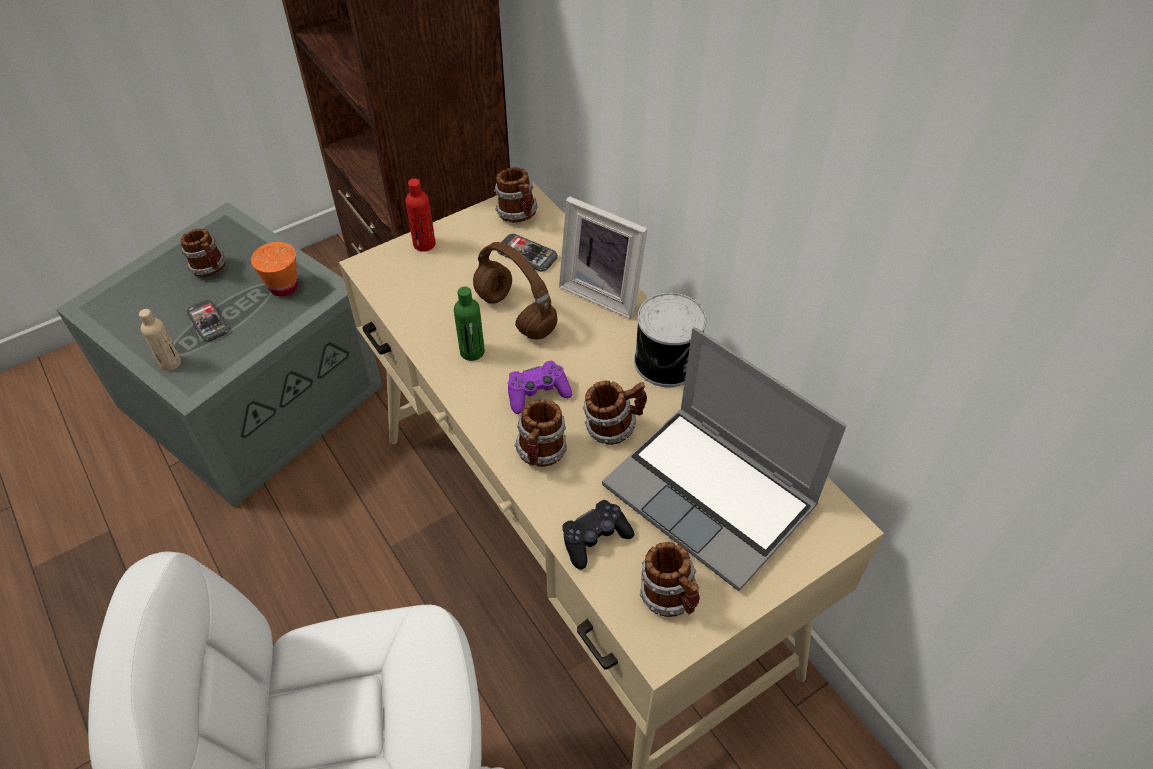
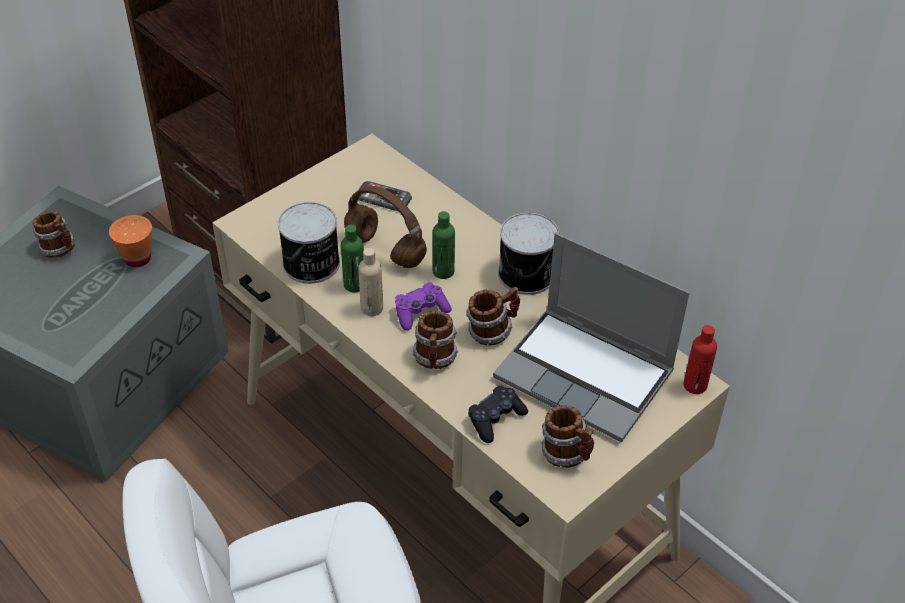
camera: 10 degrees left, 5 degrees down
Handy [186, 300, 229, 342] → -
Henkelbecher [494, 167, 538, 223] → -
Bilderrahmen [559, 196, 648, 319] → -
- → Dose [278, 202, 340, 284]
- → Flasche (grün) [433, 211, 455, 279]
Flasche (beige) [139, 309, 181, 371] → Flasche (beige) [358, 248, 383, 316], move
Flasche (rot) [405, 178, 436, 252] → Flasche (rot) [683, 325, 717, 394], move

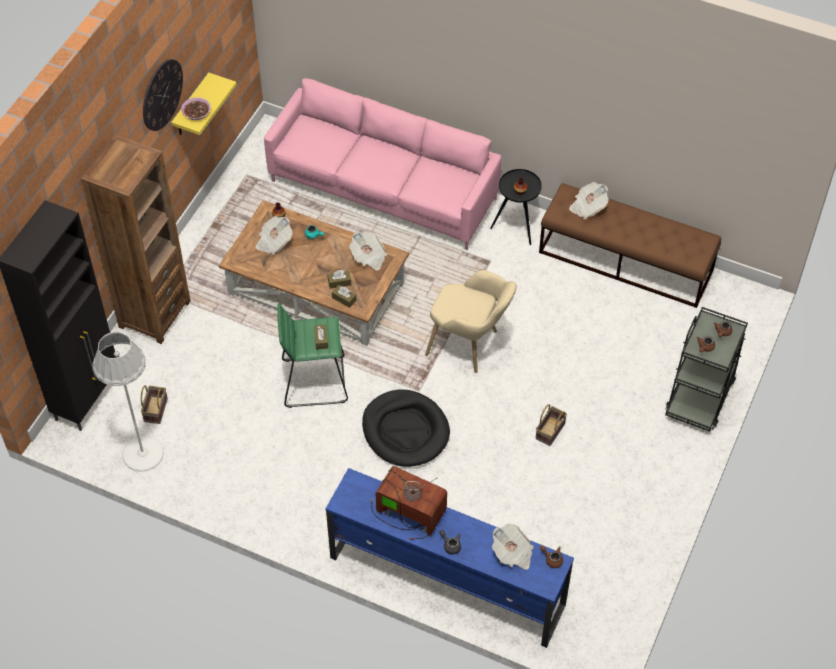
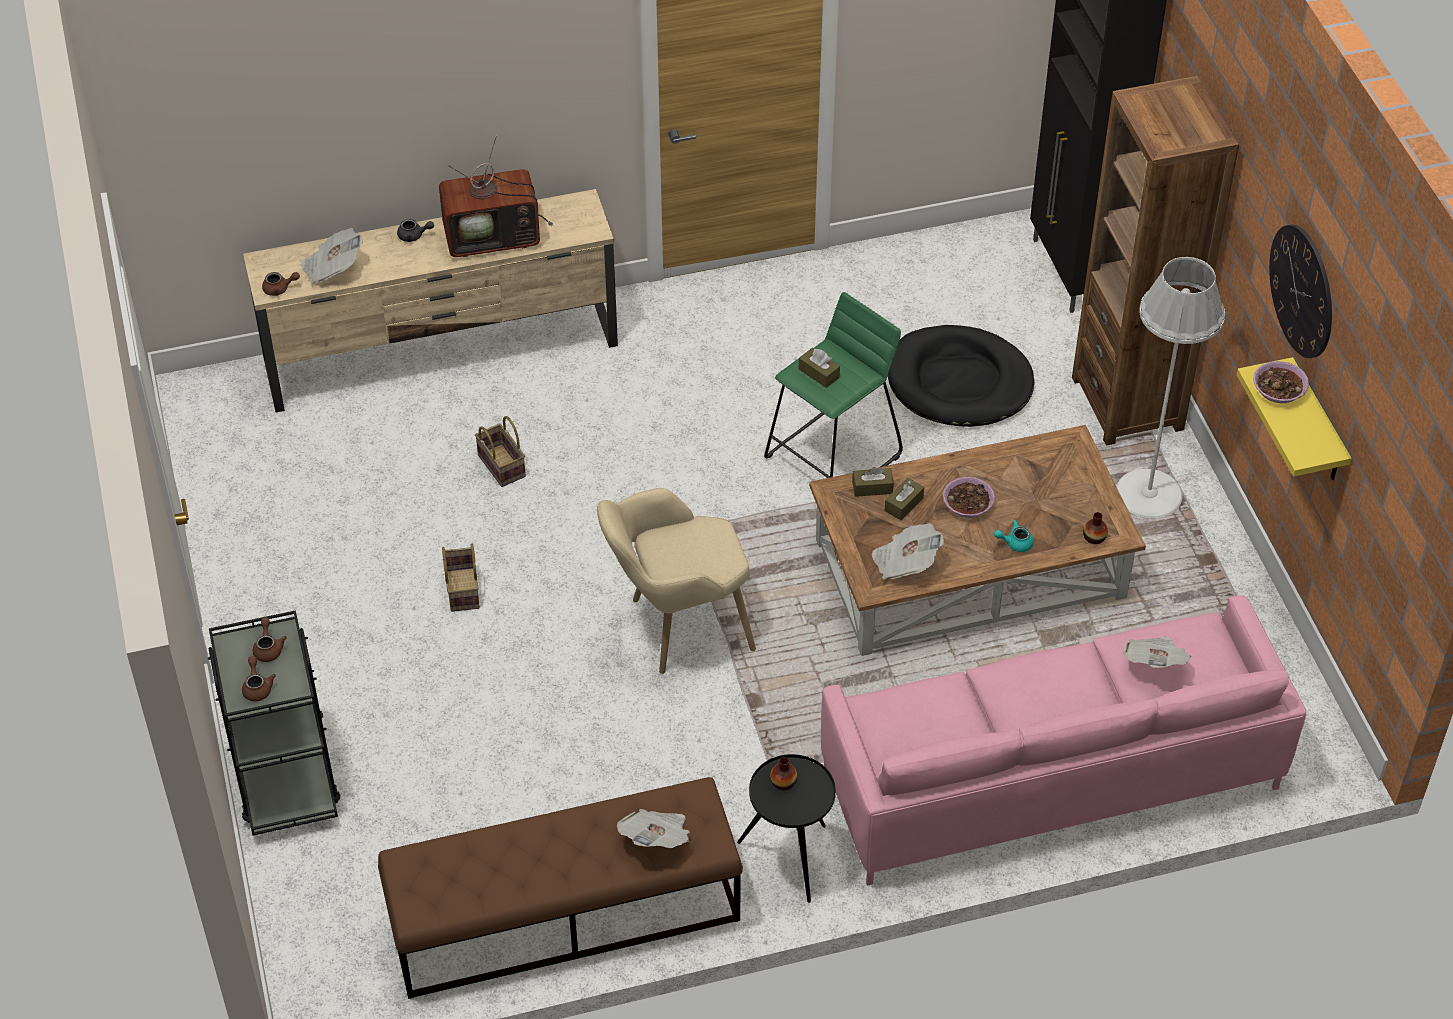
camera: 140 degrees right, 5 degrees down
- → Schüssel [943, 477, 995, 518]
Stehlampe (weiß) [93, 332, 164, 471] → Stehlampe (weiß) [1116, 257, 1225, 519], move
Korb [141, 385, 168, 424] → Korb [475, 416, 526, 487], move
Zeitung [256, 216, 293, 255] → Zeitung [1123, 636, 1192, 668], move
Hundebett (schwarz) [362, 389, 450, 467] → Hundebett (schwarz) [888, 325, 1034, 427], move
Fernsehschrank (blau) [326, 468, 574, 648] → Fernsehschrank (beige) [243, 189, 618, 412]

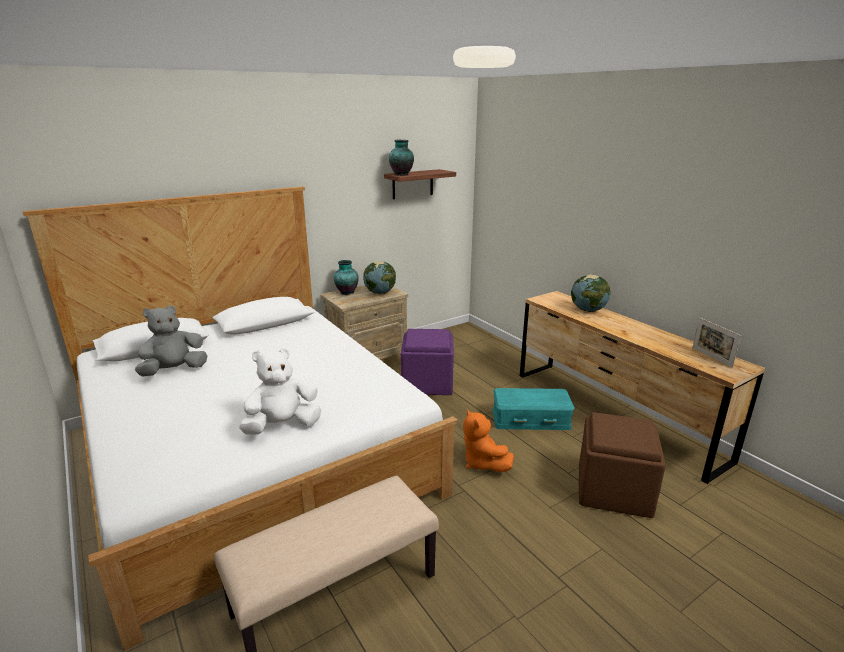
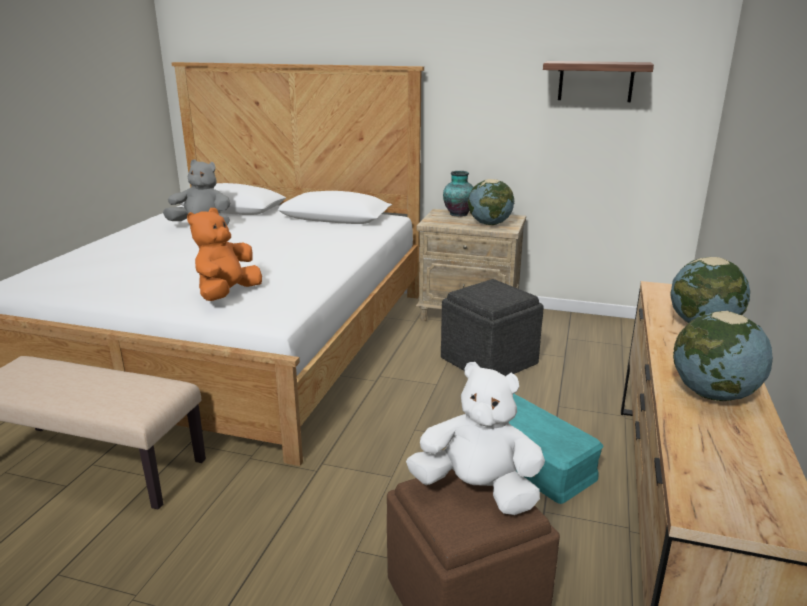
camera: 50 degrees right, 0 degrees up
Vase [389, 140, 414, 176] → -
Bilderrahmen [692, 318, 741, 368] → -
- → Globus [673, 311, 773, 402]
Plüschtier (weiß) [239, 348, 321, 435] → Plüschtier (weiß) [406, 362, 545, 515], move
Plüschtier (orange) [463, 409, 514, 472] → Plüschtier (orange) [187, 208, 262, 301], move
Polsterhocker (lila) [401, 329, 454, 395] → Polsterhocker (grau) [441, 279, 544, 376]

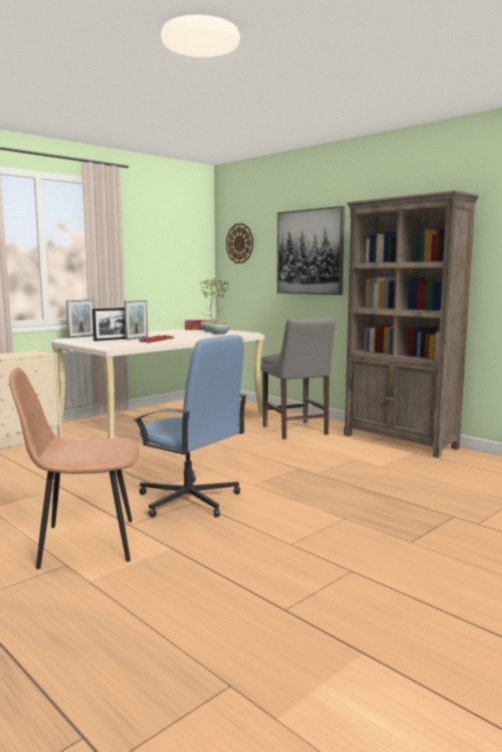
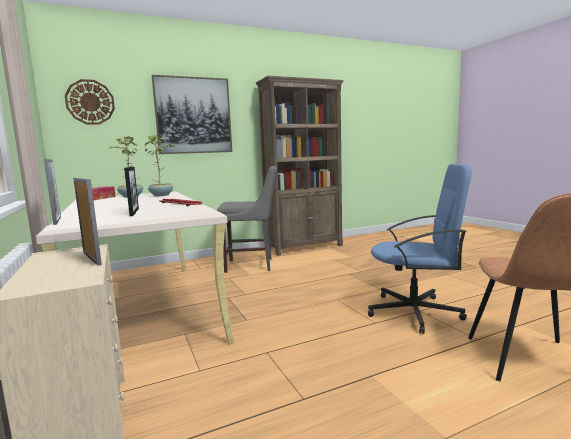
camera: 70 degrees left, 0 degrees up
Bilderrahmen [124, 300, 148, 340] → Bilderrahmen [73, 177, 102, 266], move
Bürostuhl (blau) [133, 335, 247, 518] → Bürostuhl (blau) [368, 163, 472, 334], 45 degrees clockwise

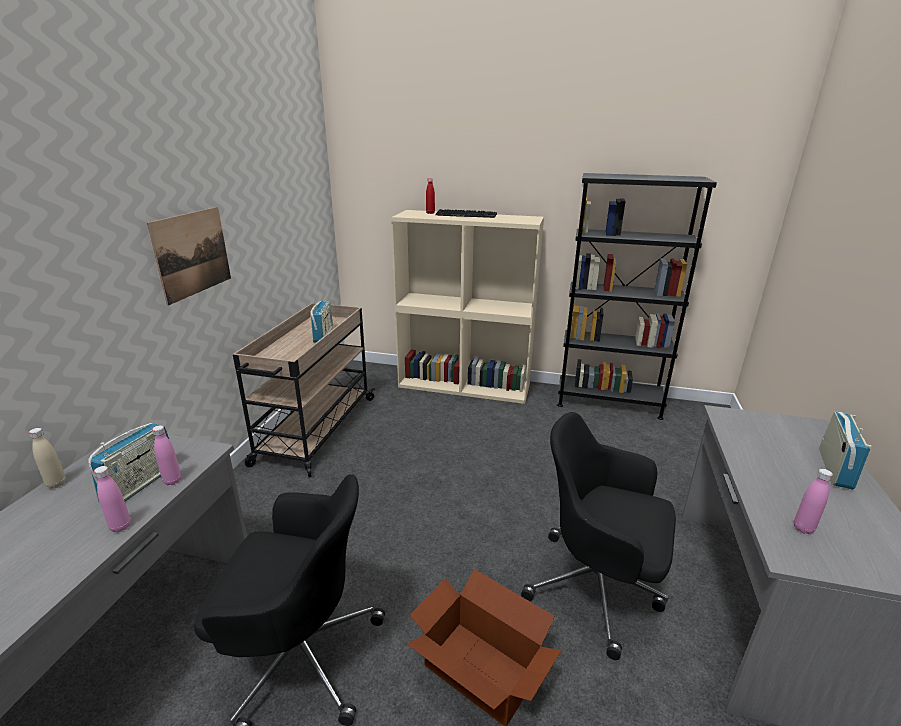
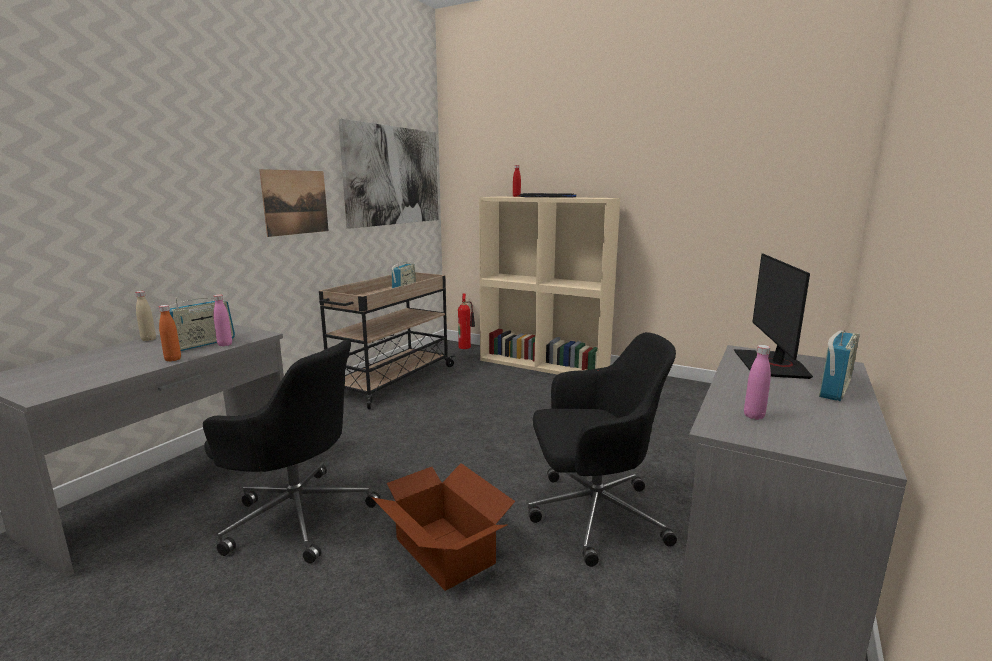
camera: 15 degrees right, 10 degrees down
Bücherregal (schwarz) [557, 173, 717, 420] → -
- → Bild [338, 119, 439, 229]
- → Feuerlöscher [458, 293, 475, 349]
- → Monitor [734, 253, 813, 379]
Flasche (rosa) [94, 466, 131, 532] → Flasche (orange) [159, 305, 181, 362]
Bürostuhl (schwarz) [521, 412, 676, 660] → Bürostuhl (schwarz) [528, 332, 677, 567], 135 degrees clockwise

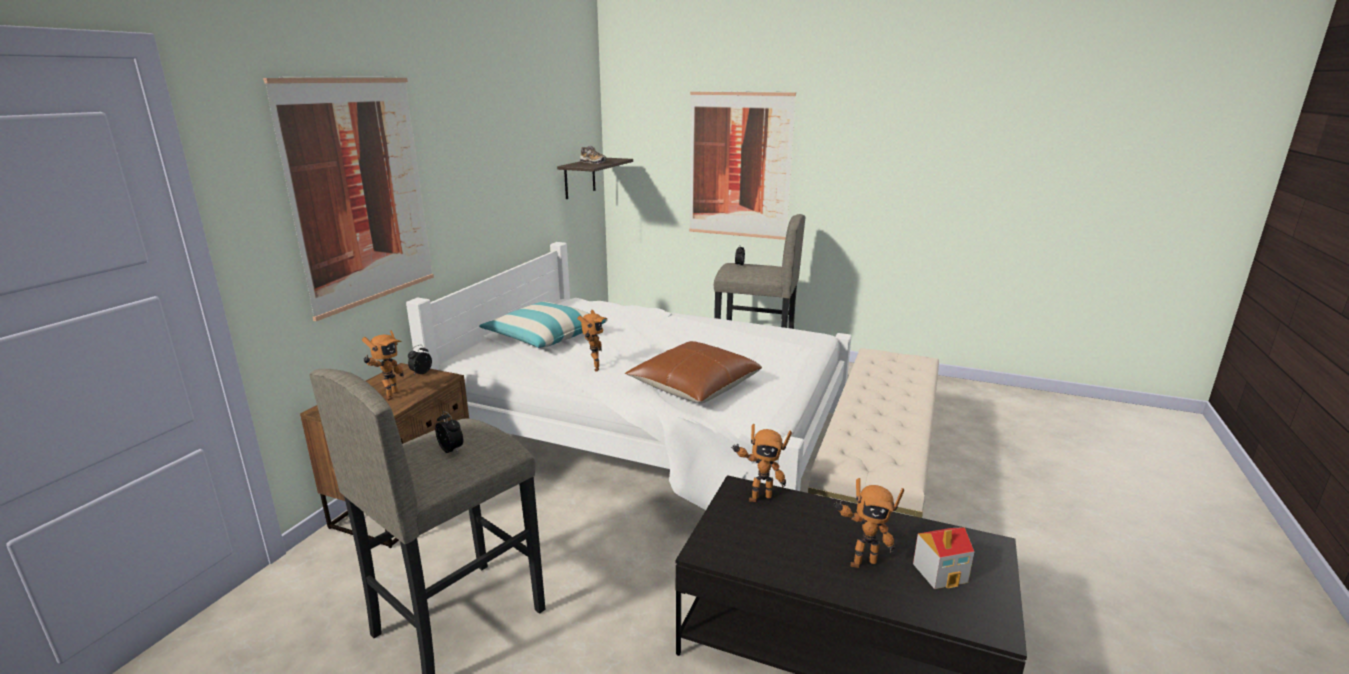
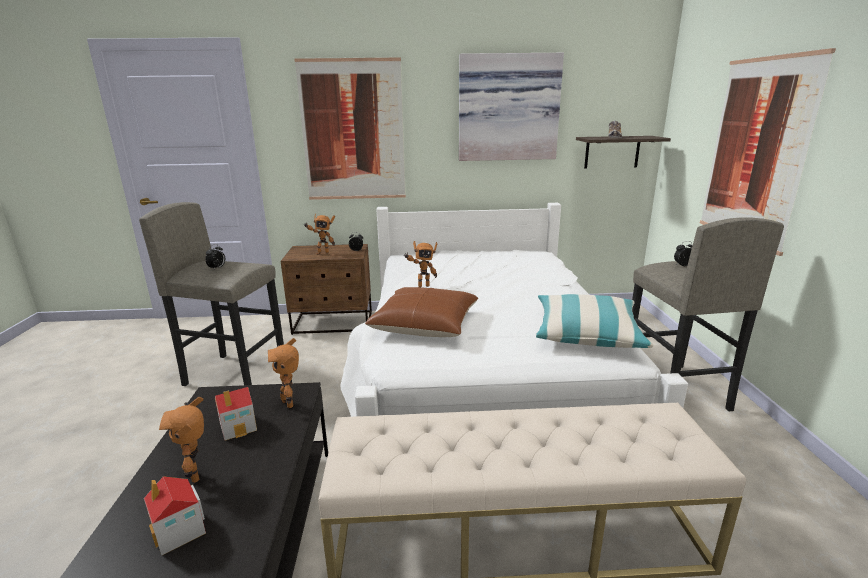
camera: 65 degrees right, 0 degrees up
- → Spielzeughaus [215, 387, 257, 440]
- → Bild [459, 53, 564, 161]
Kissen [479, 302, 607, 348] → Kissen [536, 294, 654, 348], move

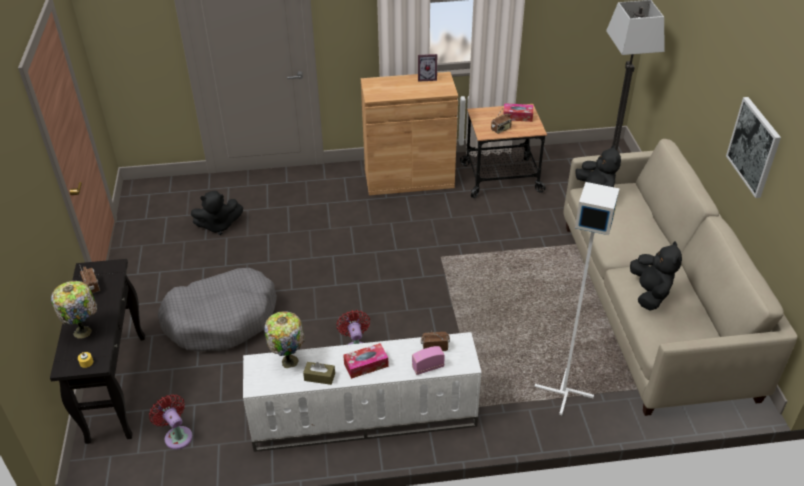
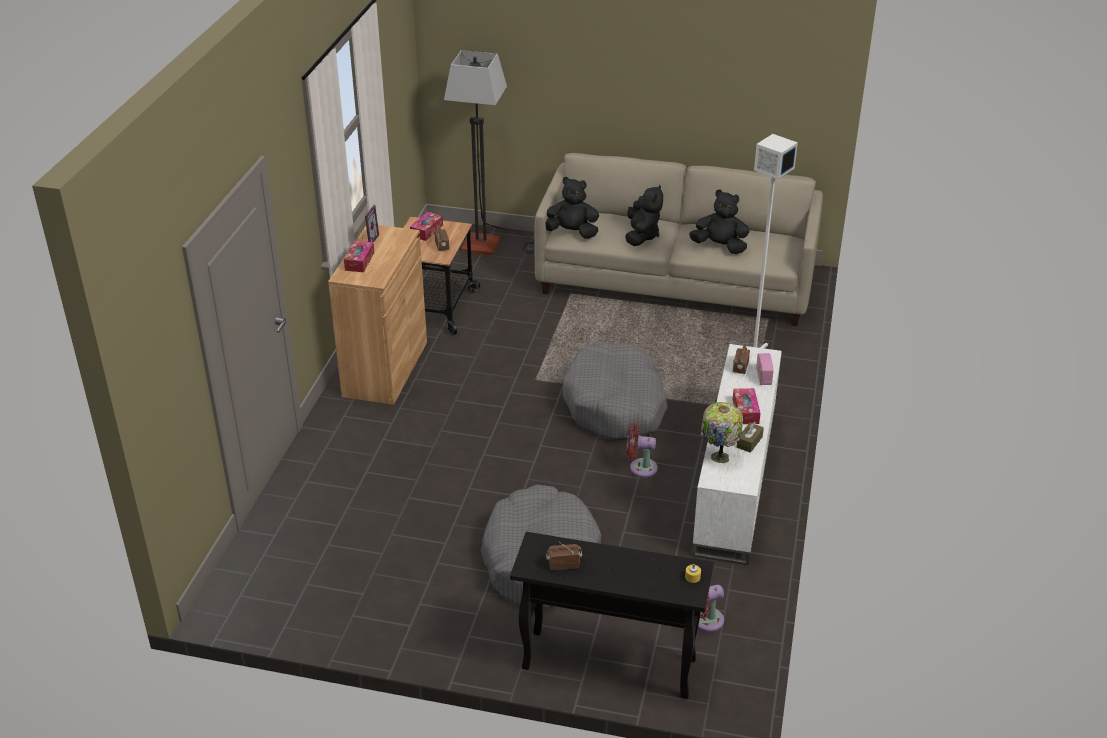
camera: 70 degrees left, 5 degrees down
Tischlampe [51, 281, 97, 339] → -
Bild [726, 97, 781, 198] → -
- → Taschentuchbox [344, 240, 374, 272]
- → Hundebett (grau) [562, 342, 668, 439]
Plüschtier (schwarz) [191, 191, 243, 235] → Plüschtier (schwarz) [625, 184, 663, 246], move

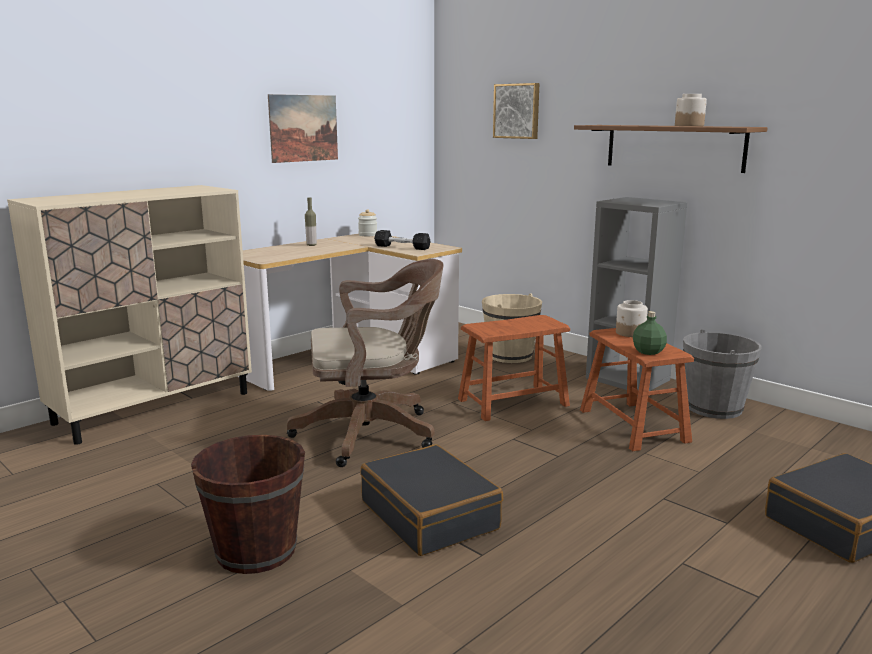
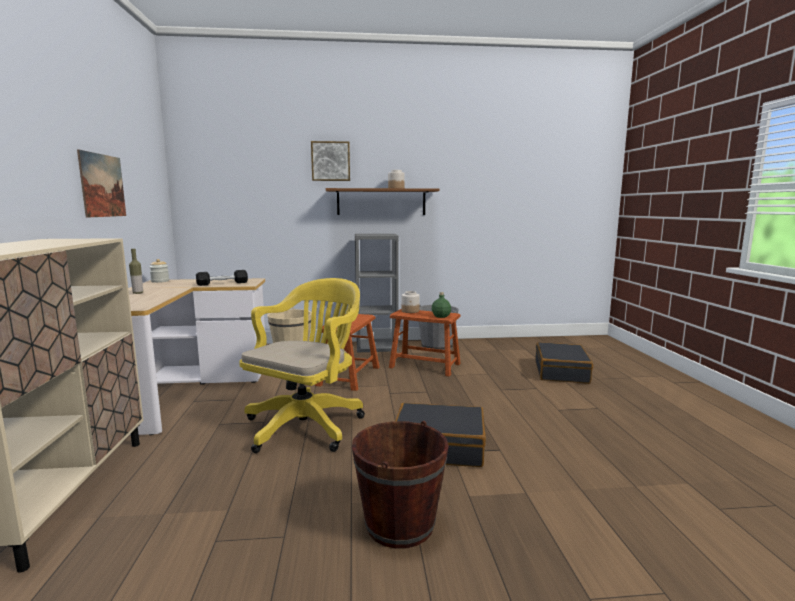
camera: 50 degrees left, 5 degrees down
Bild [493, 83, 539, 139] → Bild [311, 141, 350, 181], move
Bürostuhl (braun) [287, 259, 444, 467] → Bürostuhl (gelb) [239, 278, 365, 453]

